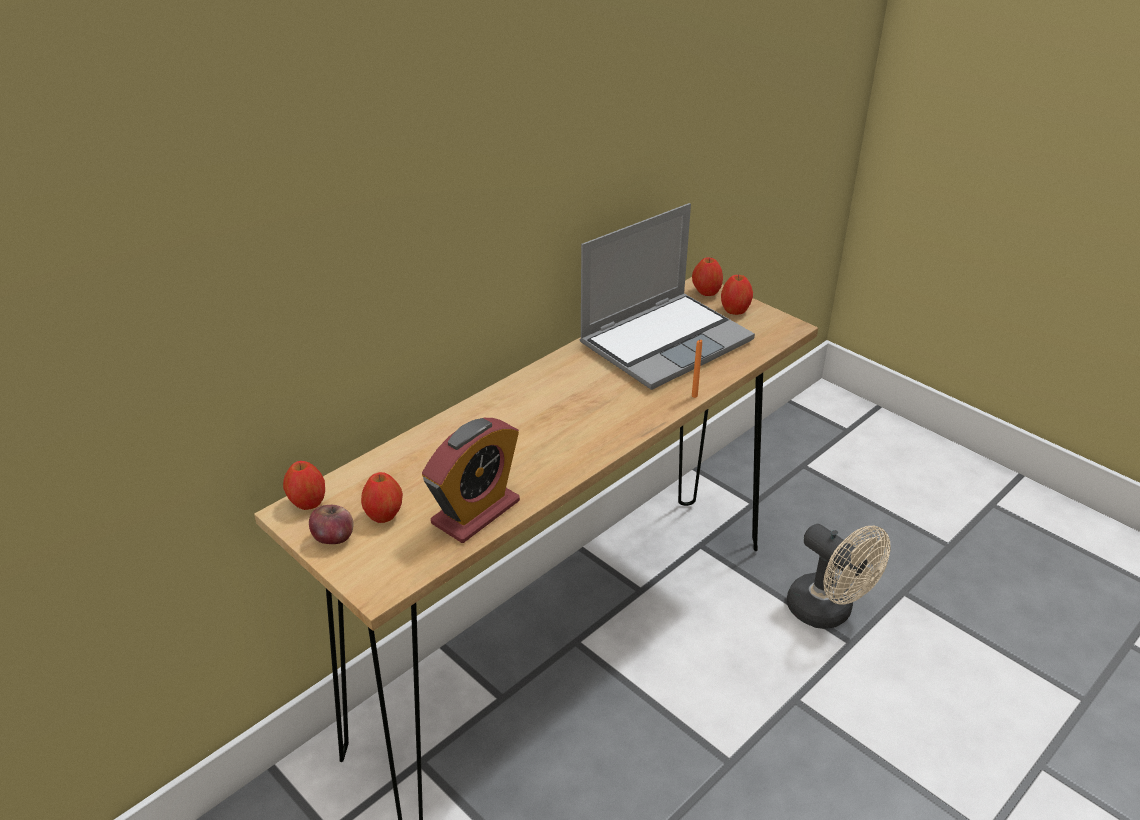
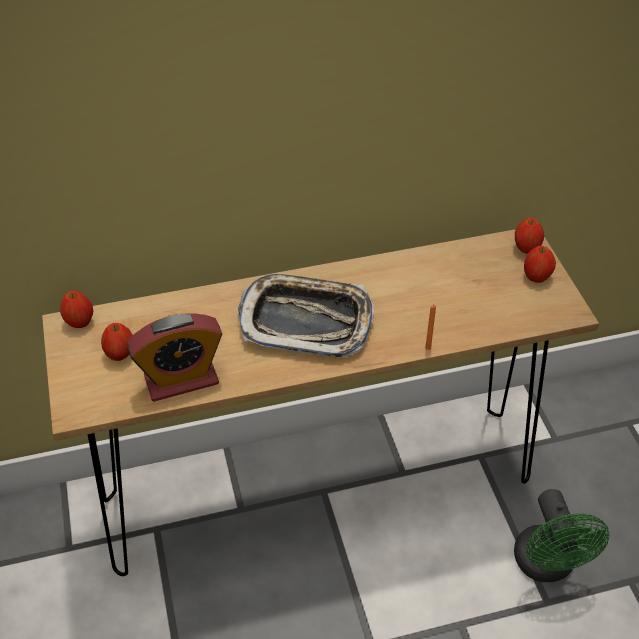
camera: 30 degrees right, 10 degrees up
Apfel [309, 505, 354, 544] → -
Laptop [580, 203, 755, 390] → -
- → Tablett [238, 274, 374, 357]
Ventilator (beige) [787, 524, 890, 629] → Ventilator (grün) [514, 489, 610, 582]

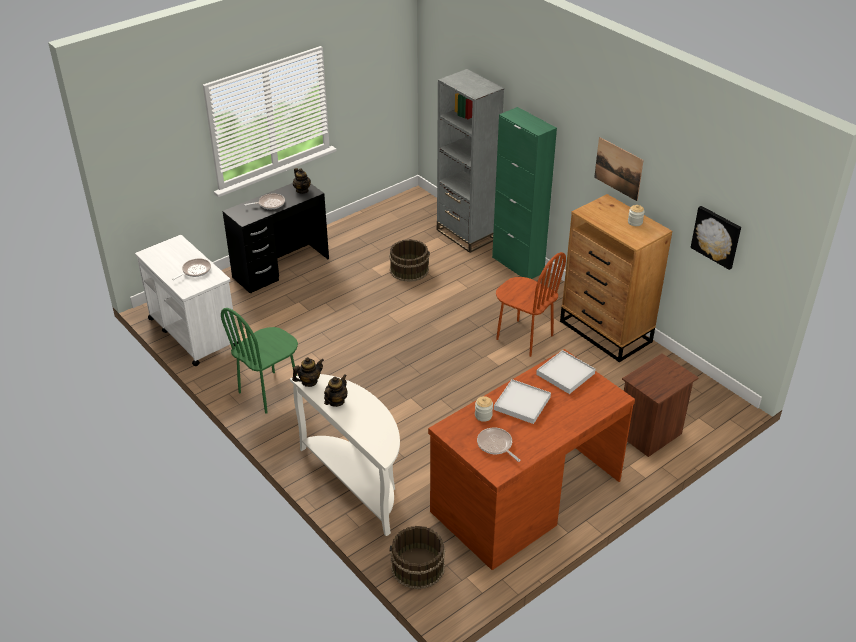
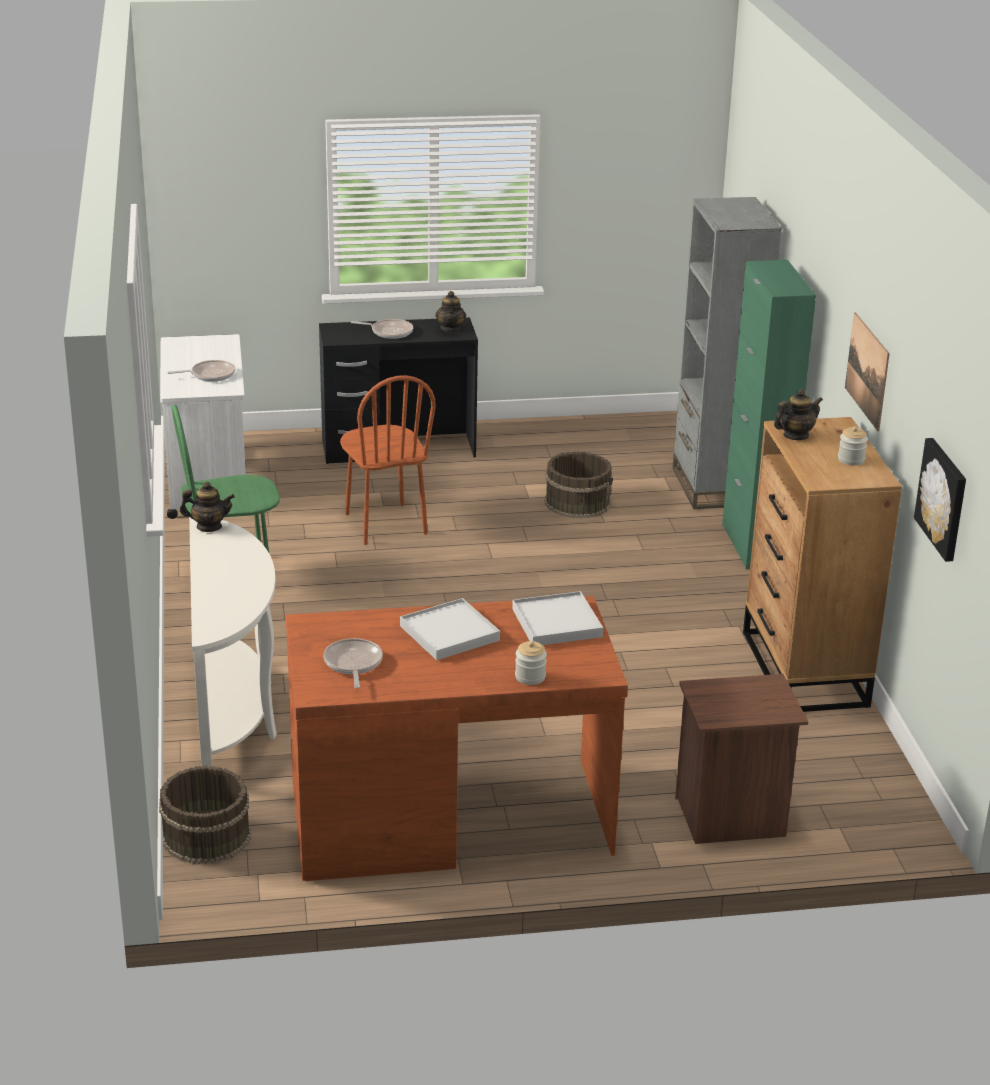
camera: 30 degrees right, 10 degrees down
Teekanne [324, 374, 347, 407] → Teekanne [774, 389, 823, 440], move
Vorratsglas [475, 396, 493, 422] → Vorratsglas [515, 641, 547, 685], move
Stuhl (braun) [496, 252, 566, 357] → Stuhl (braun) [340, 375, 436, 545], move

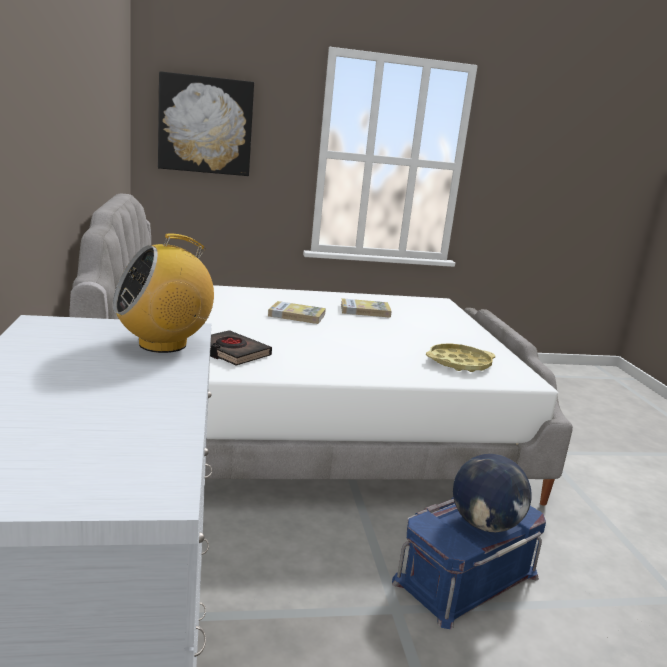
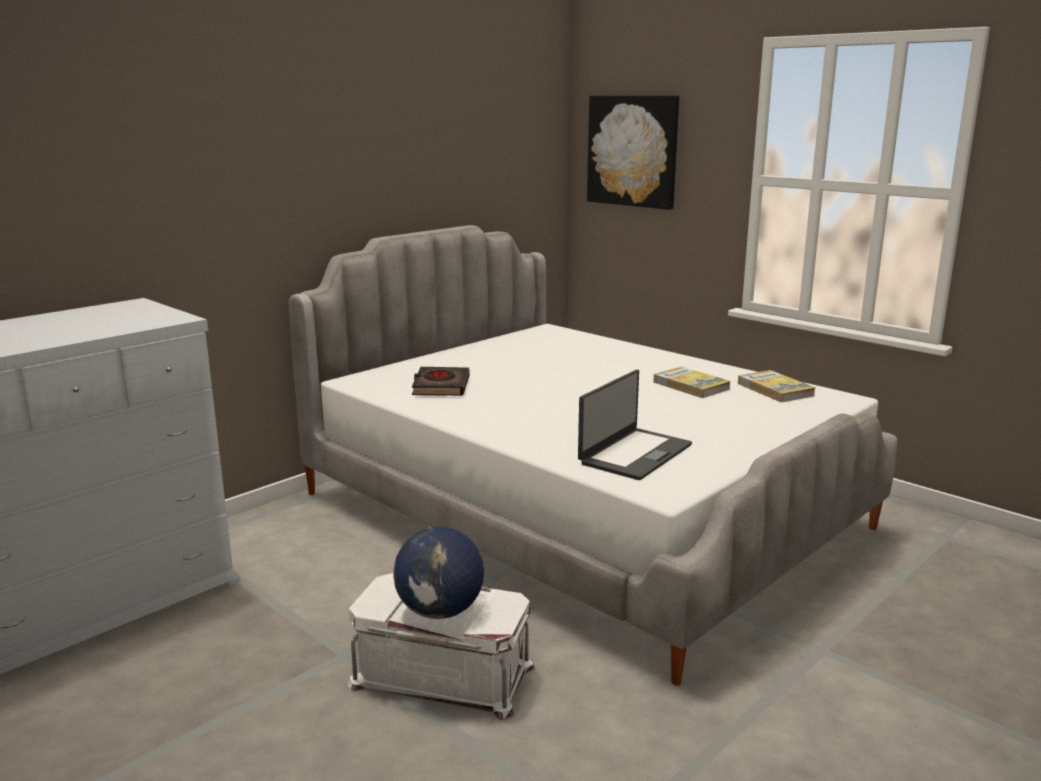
camera: 55 degrees right, 0 degrees up
Radio [113, 233, 214, 353] → -
Buch [268, 301, 326, 324] → Buch [738, 370, 815, 402], move
Tablett (gelb) [426, 344, 495, 372] → Laptop [578, 370, 692, 480]
Aufbewahrungsbox (blau) [392, 497, 546, 629] → Aufbewahrungsbox (weiß) [347, 573, 535, 720]

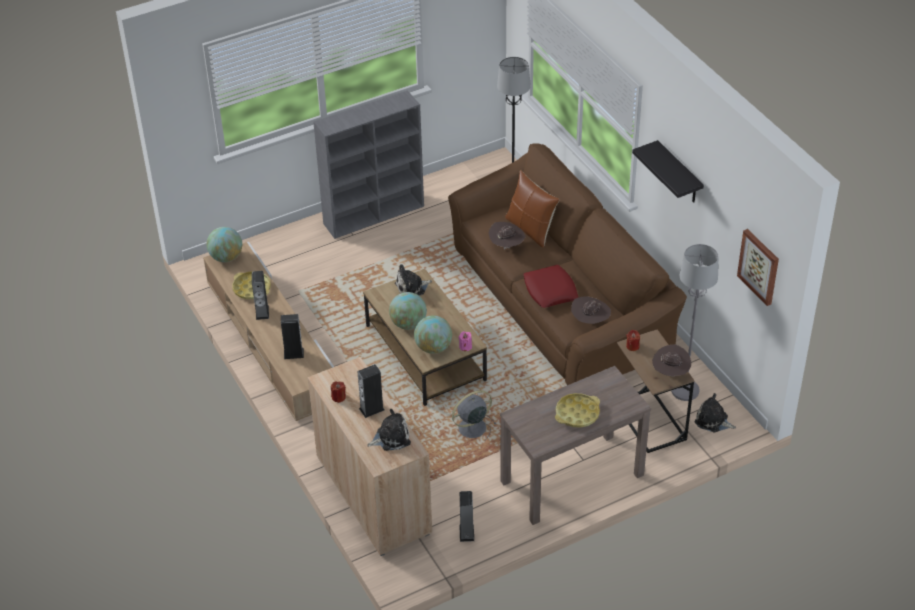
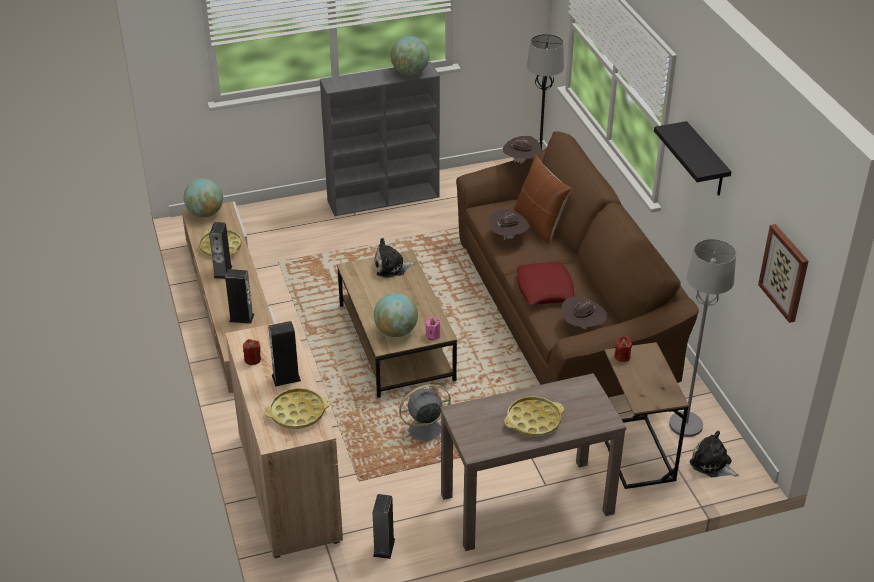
camera: 10 degrees right, 5 degrees down
Globus [389, 292, 427, 330] → Globus [391, 36, 429, 75], move
Hut (braun) [652, 344, 691, 376] → Hut (braun) [503, 136, 541, 164], move
Plüschtier [367, 409, 411, 451] → Tablett (gelb) [265, 388, 330, 429]

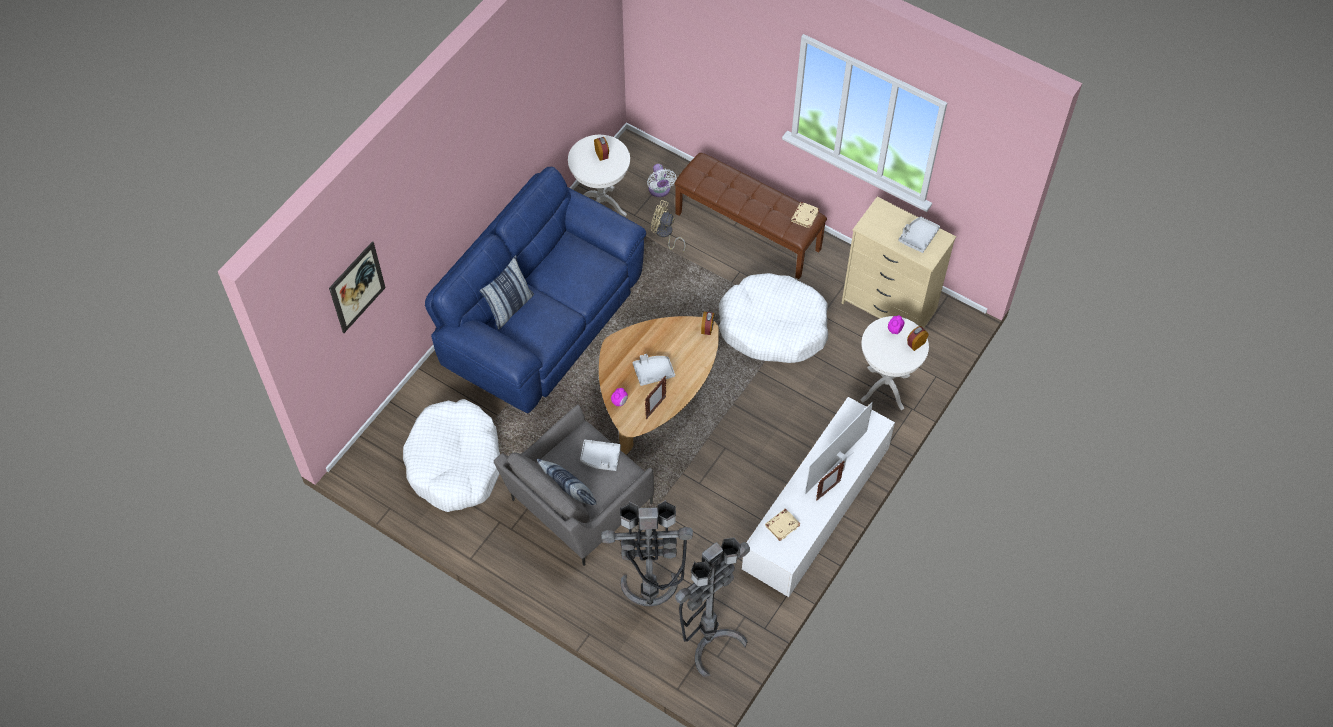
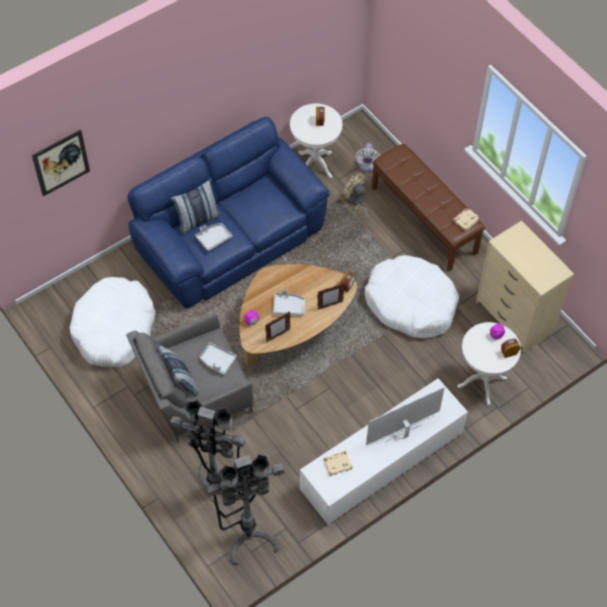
camera: 20 degrees right, 0 degrees up
Bilderrahmen [816, 461, 845, 500] → Bilderrahmen [317, 283, 344, 310], move
Tablett (grau) [899, 217, 940, 253] → Tablett (grau) [195, 223, 232, 251], move

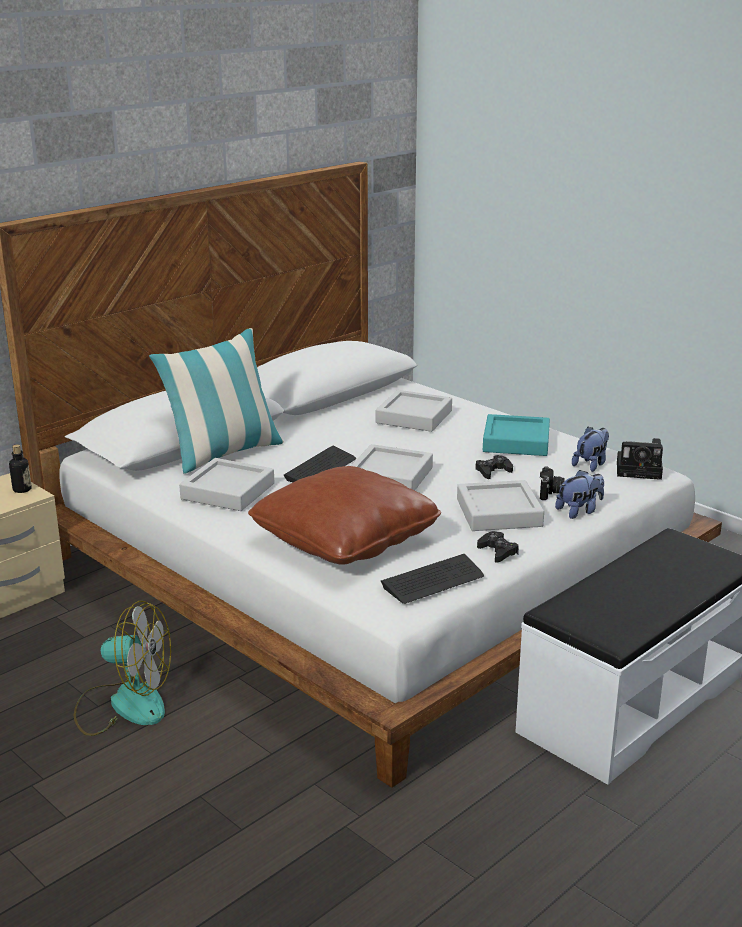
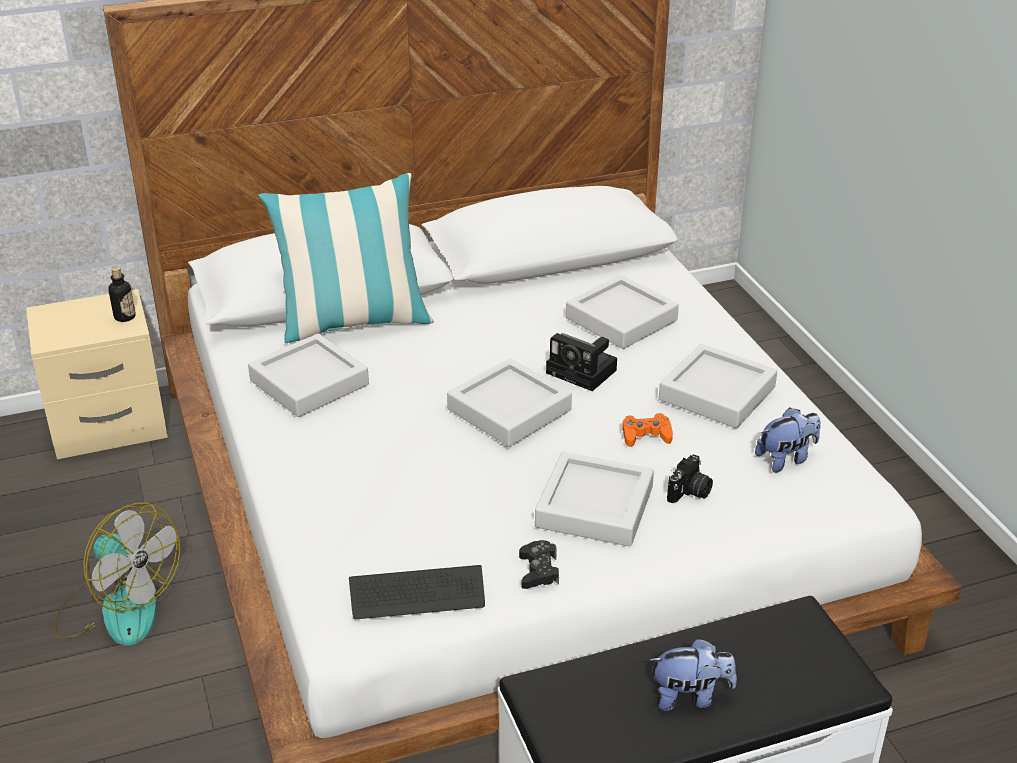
camera: 25 degrees right, 10 degrees up
Kissen (braun) [248, 466, 441, 564] → -
Tastatur [284, 446, 356, 482] → -
Plüschtier [555, 470, 604, 519] → Plüschtier [650, 638, 737, 711], move
Kamera [617, 438, 663, 480] → Kamera [546, 333, 617, 391], move
Gamepad (schwarz) [475, 455, 513, 479] → Gamepad (orange) [622, 413, 673, 447]
Tablett (türkis) [483, 414, 550, 456] → Tablett (grau) [659, 344, 777, 428]

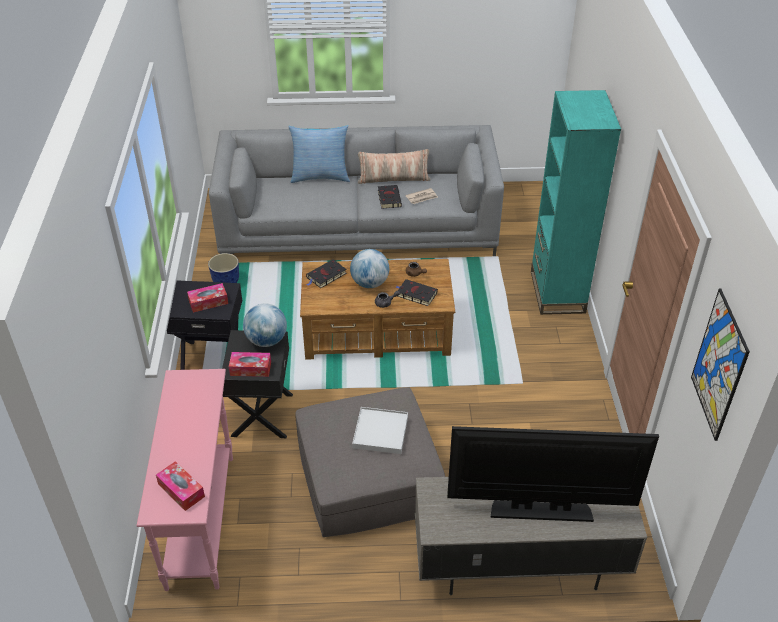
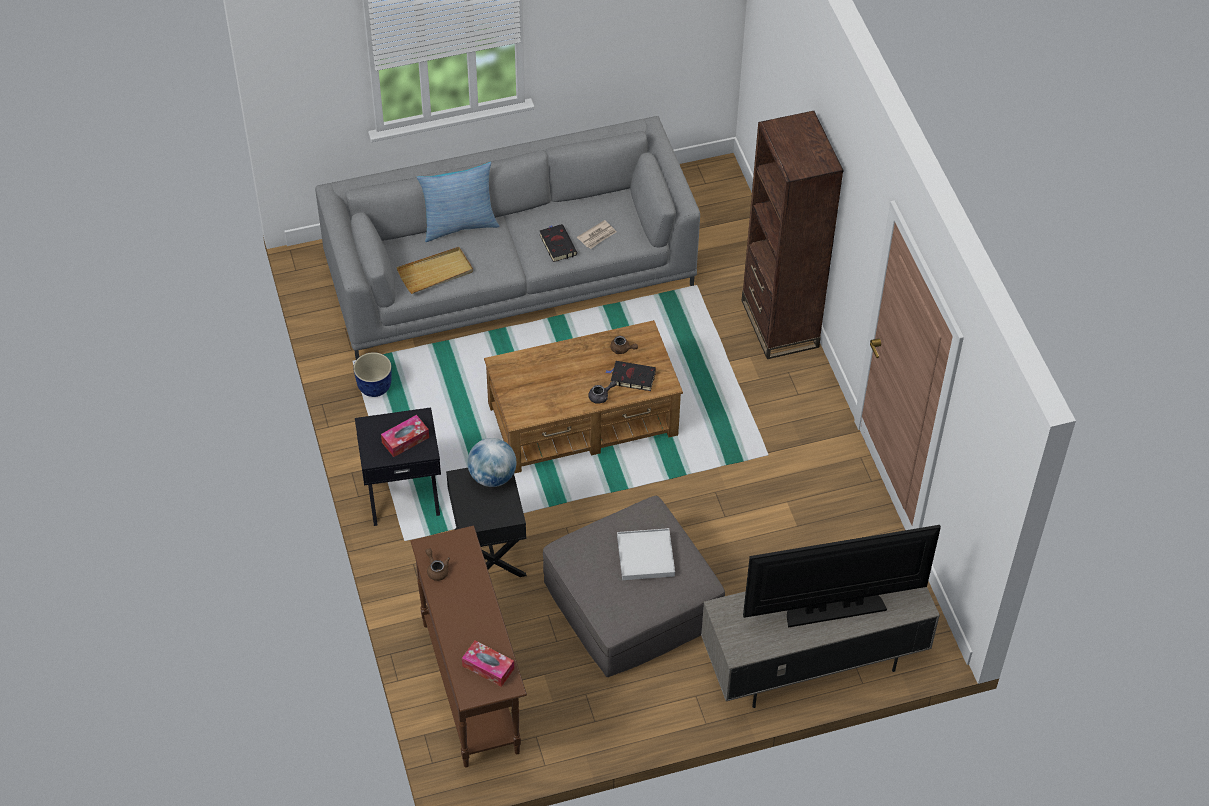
camera: 15 degrees left, 10 degrees up
Taschentuchbox [229, 352, 271, 377] → -
Buch (schwarz) [306, 260, 347, 288] → -
Globus [350, 249, 389, 288] → -
Kissen [358, 149, 431, 184] → -
Bild [691, 289, 750, 441] → -
- → Tablett (beige) [396, 247, 473, 294]
- → Teekanne (braun) [425, 548, 450, 581]
Konsolentisch (rosa) [137, 369, 233, 591] → Konsolentisch (braun) [410, 526, 527, 767]
Bücherregal (türkis) [531, 90, 621, 315] → Bücherregal (braun) [742, 111, 844, 359]

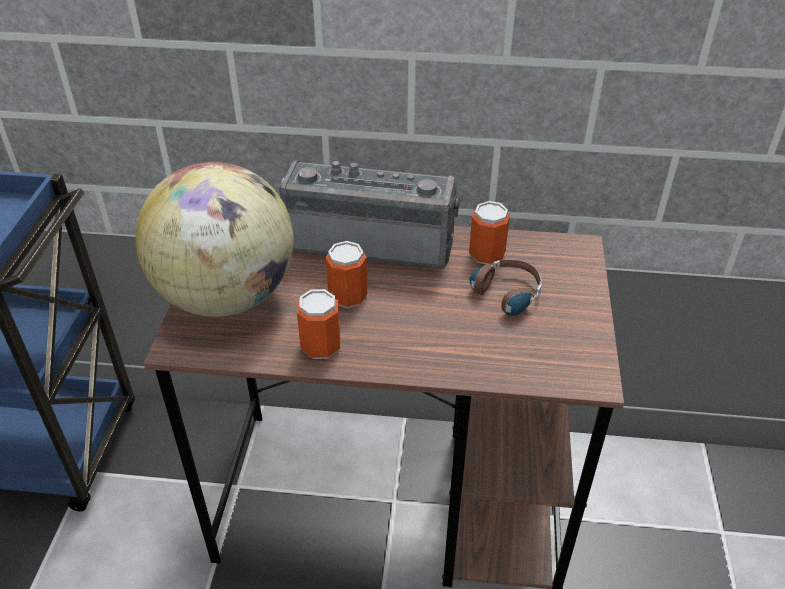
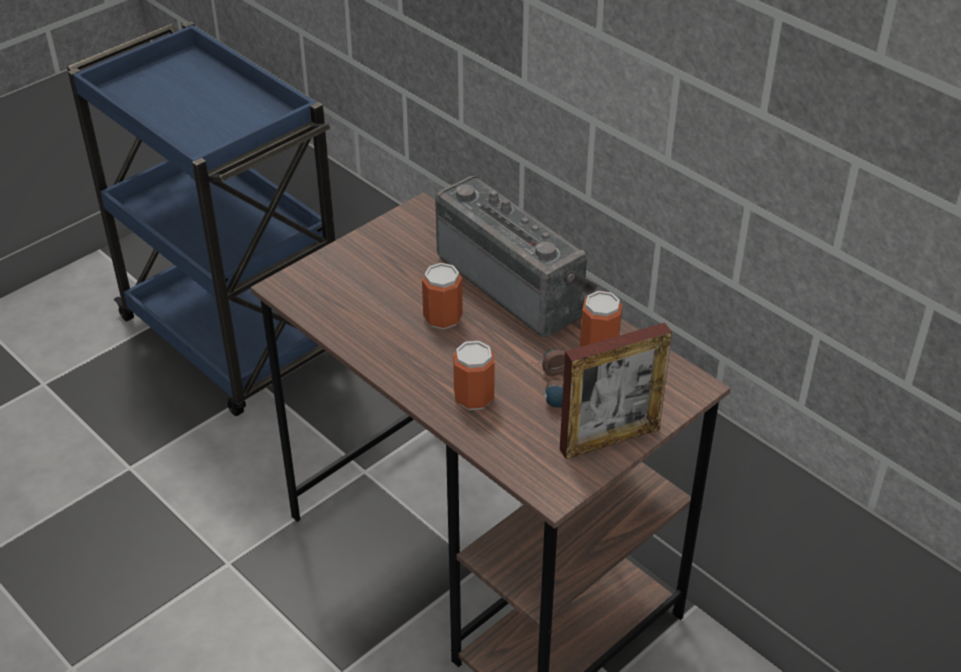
camera: 40 degrees right, 0 degrees up
Globus [135, 162, 294, 317] → -
- → Bilderrahmen [560, 323, 672, 459]
Dose [297, 289, 340, 359] → Dose [453, 341, 495, 410], move

